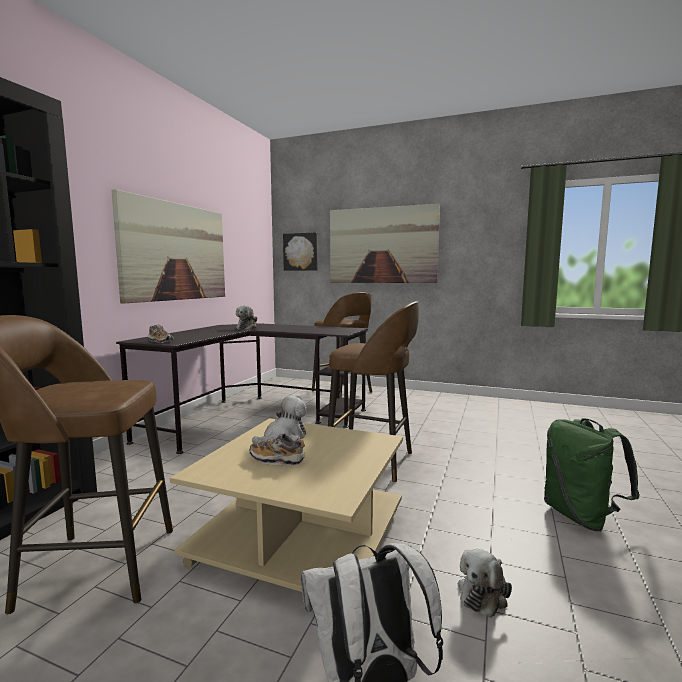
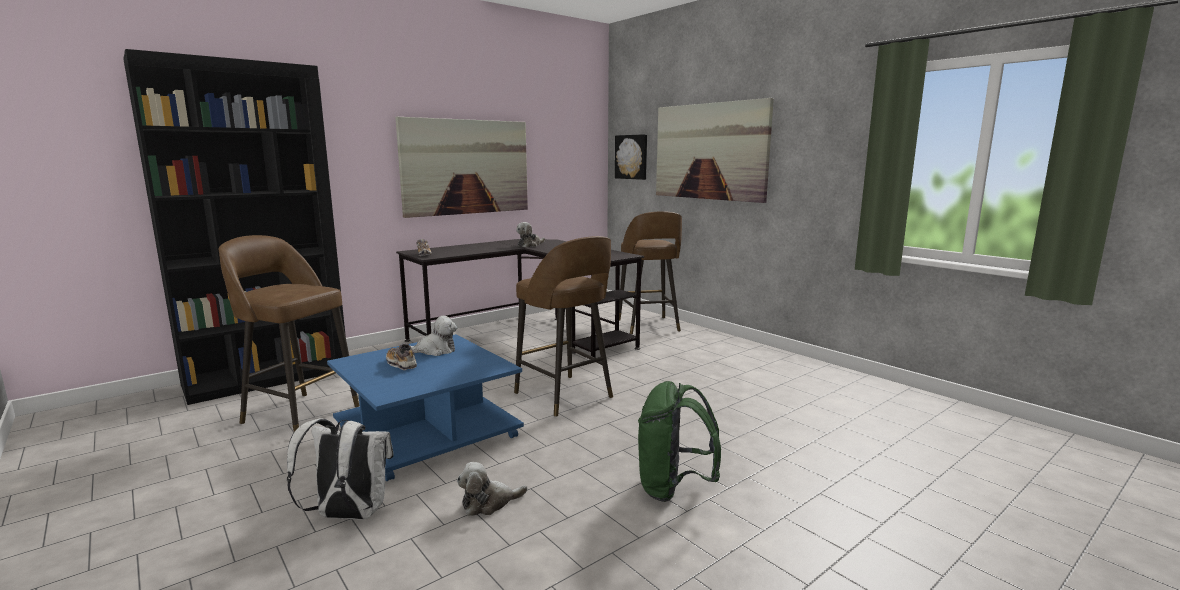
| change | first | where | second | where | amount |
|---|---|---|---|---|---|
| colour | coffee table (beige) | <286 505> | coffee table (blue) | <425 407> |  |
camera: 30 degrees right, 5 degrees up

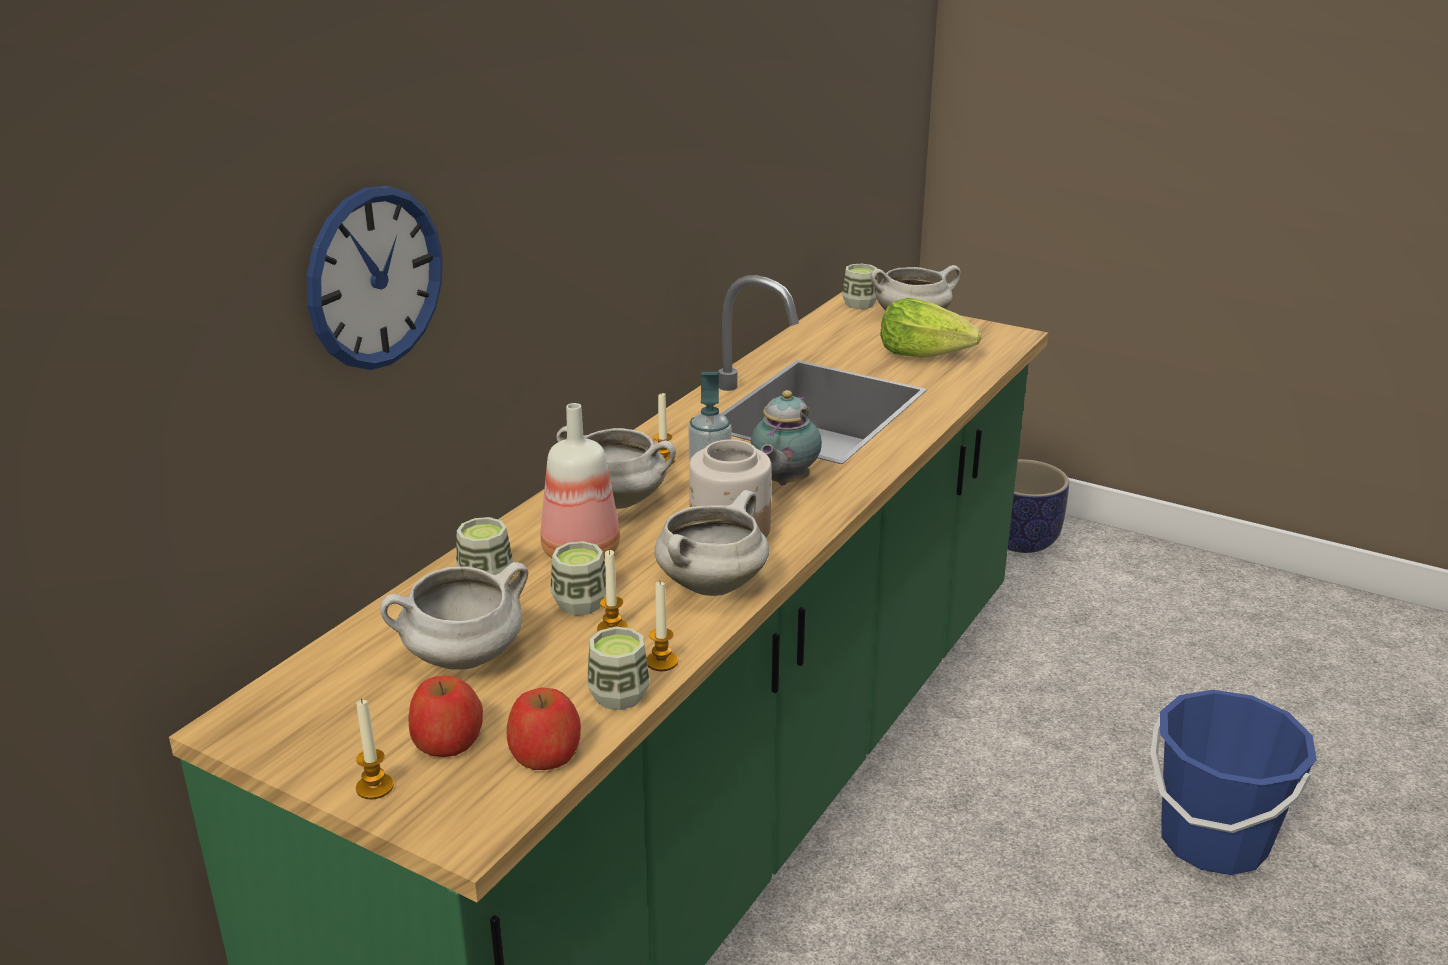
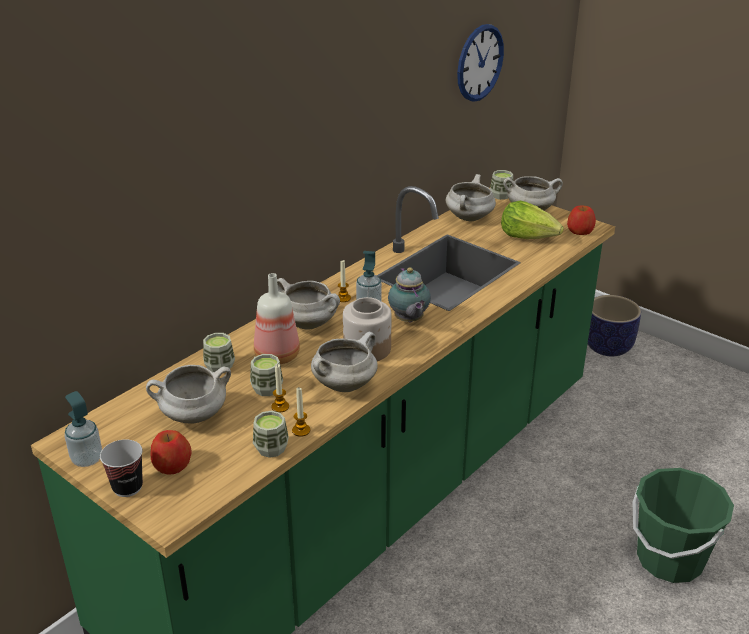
| change | first | where | second | where | amount |
|---|---|---|---|---|---|
| appeared |  |  | soap dispenser | <83 429> |  |
| appeared |  |  | cooking pot (white) | <471 197> |  |
| relocated | wall clock | <374 278> |  | <480 63> |  |
| relocated | apple | <544 728> |  | <581 220> |  |
| exchanged | candle | <375 749> | cup | <121 468> |  |
| colour | bucket (blue) | <1234 782> | bucket (green) | <683 525> |  |
| spun | teapot | <786 437> |  | <409 295> | 45 degrees counterclockwise |
camera: 10 degrees right, 5 degrees up

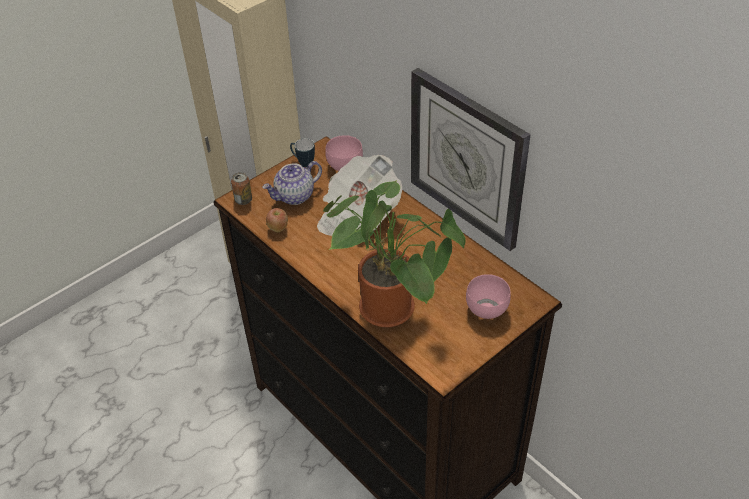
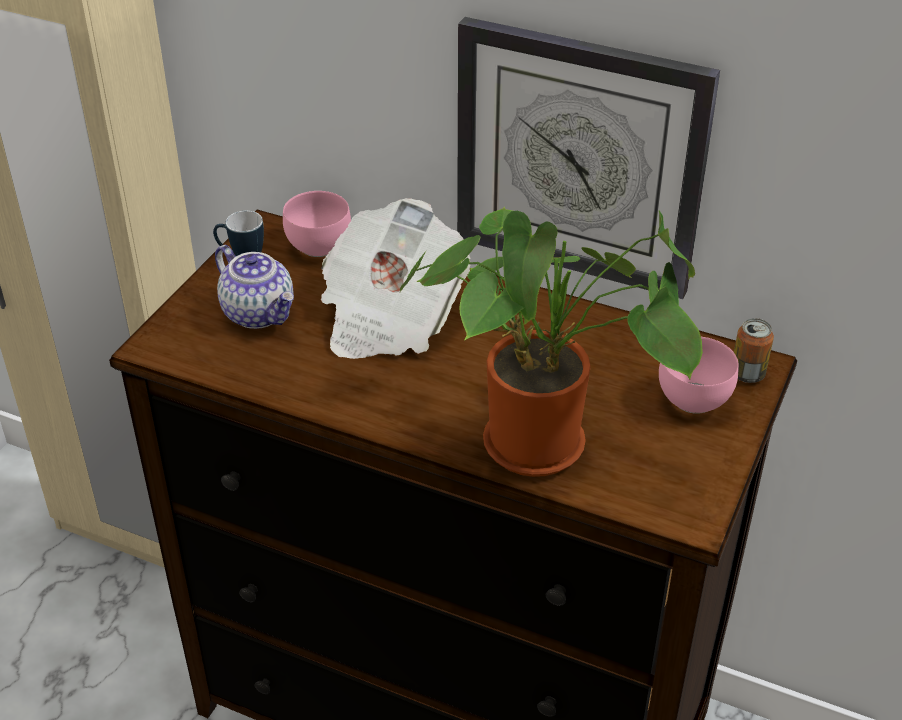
| change | first | where | second | where | amount |
|---|---|---|---|---|---|
| missing | apple | <277 220> |  |  |  |
| relocated | can | <241 188> |  | <754 350> |  |
| spun | teapot | <292 183> |  | <254 287> | 75 degrees counterclockwise |
camera: 25 degrees left, 5 degrees down

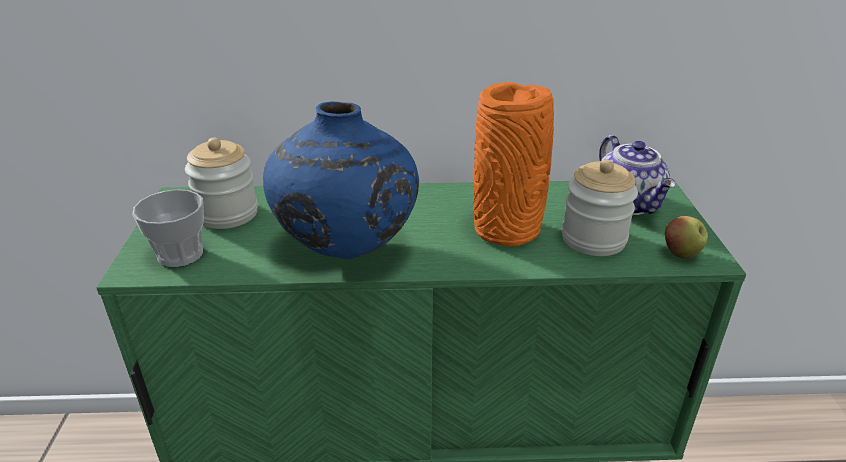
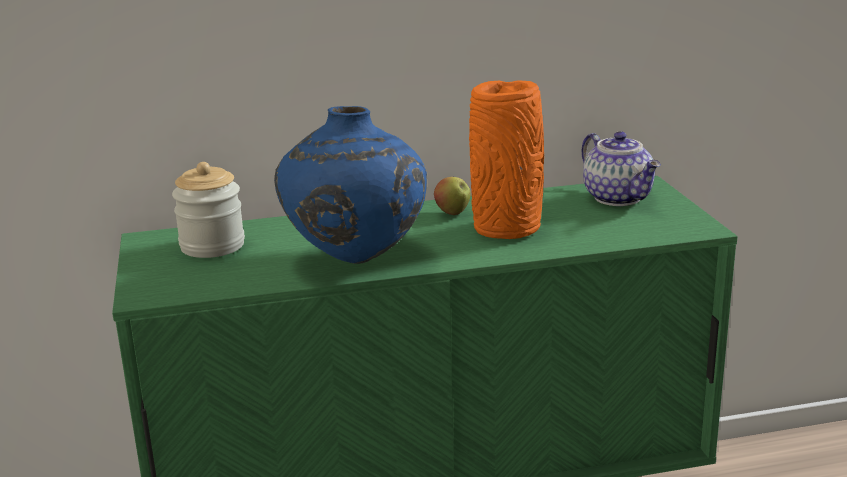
| change | first | where | second | where | amount |
|---|---|---|---|---|---|
| missing | cup | <168 228> |  |  |  |
| missing | jar | <600 207> |  |  |  |
| relocated | apple | <686 237> |  | <452 196> |  |
camera: 10 degrees left, 10 degrees down

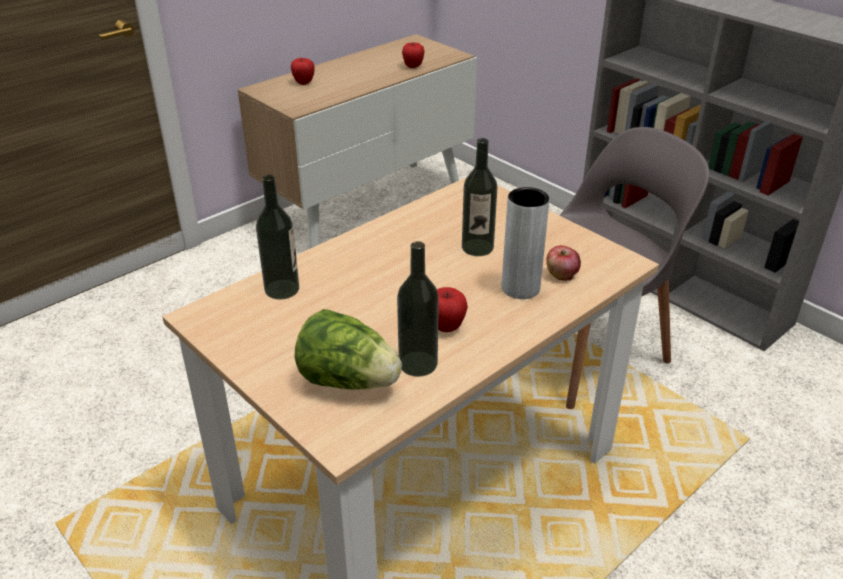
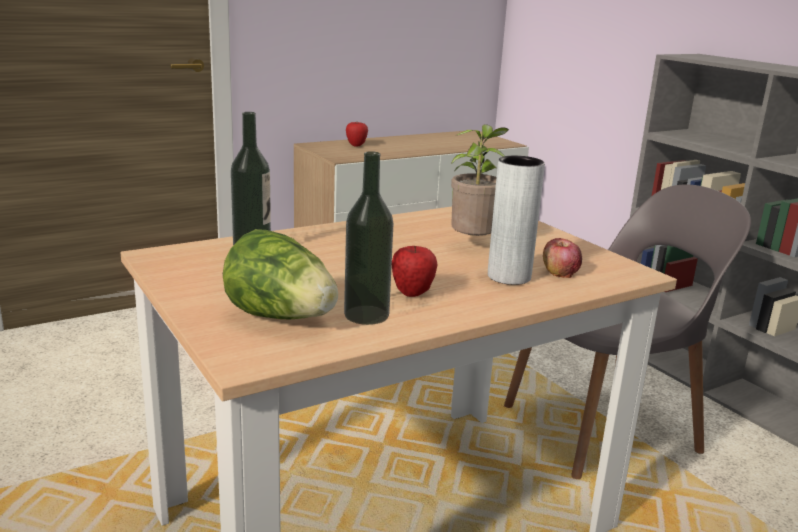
| change | first | where | second | where | amount |
|---|---|---|---|---|---|
| missing | apple | <413 55> |  |  |  |
| exchanged | bottle | <479 197> | potted plant | <480 180> |  |
camera: 10 degrees right, 15 degrees down

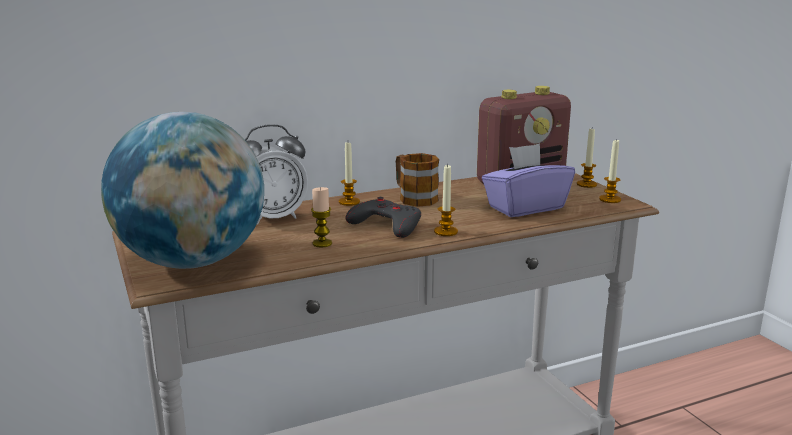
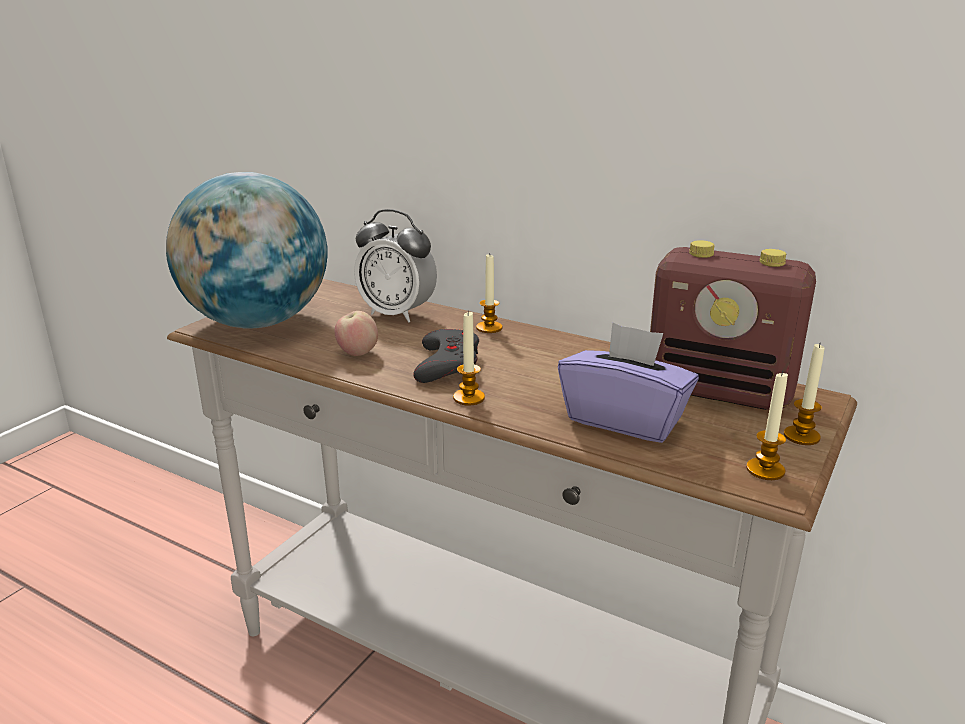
| change | first | where | second | where | amount |
|---|---|---|---|---|---|
| missing | mug | <417 180> |  |  |  |
| exchanged | candle | <321 217> | apple | <356 333> |  |
camera: 55 degrees right, 5 degrees up

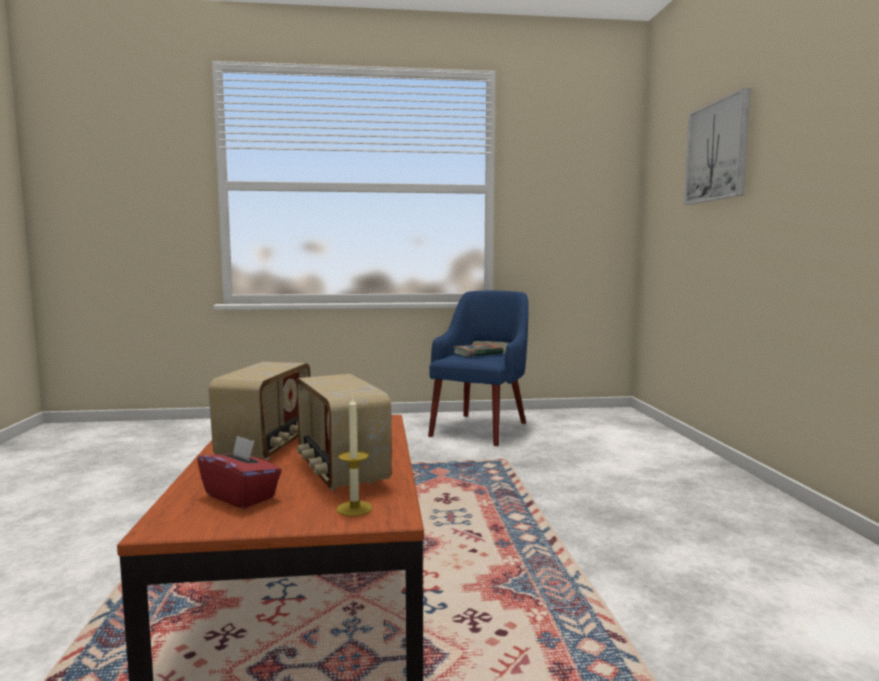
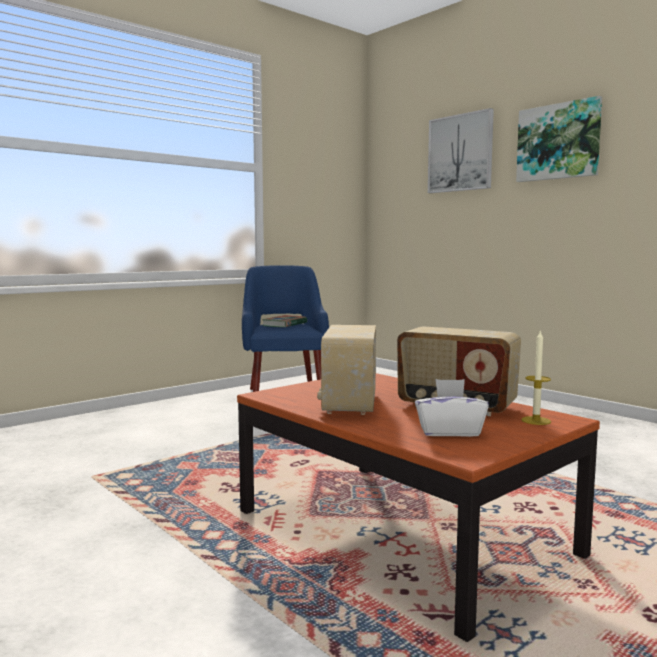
| change | first | where | second | where | amount |
|---|---|---|---|---|---|
| appeared |  |  | picture | <559 139> |  |
| colour | tissue box (red) | <239 472> | tissue box (white) | <452 408> |  |
| spun | radio | <259 411> |  | <346 370> | 150 degrees counterclockwise |
camera: 35 degrees left, 0 degrees up

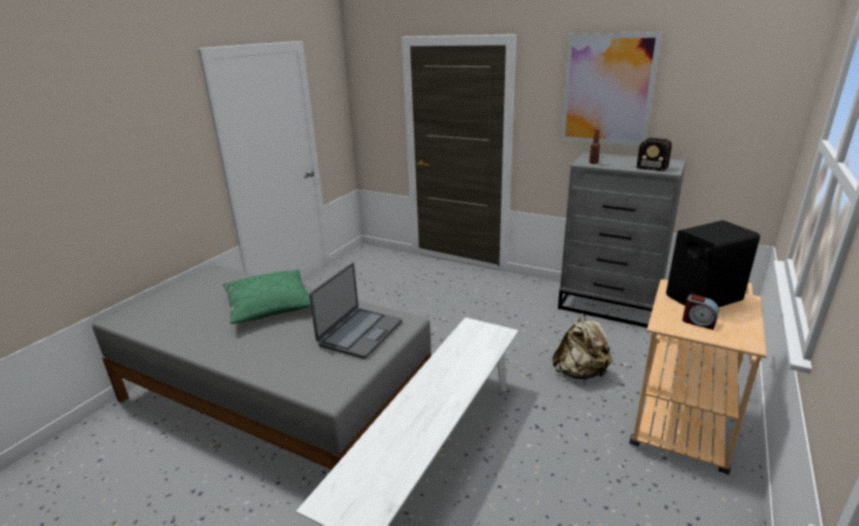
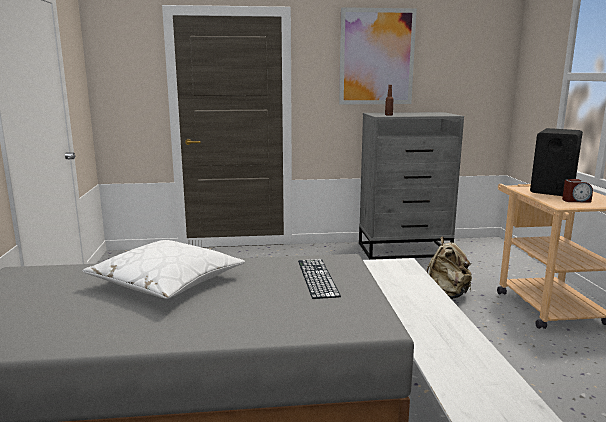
| change | first | where | second | where | amount |
|---|---|---|---|---|---|
| missing | radio | <646 154> |  |  |  |
| exchanged | laptop | <355 311> | keyboard | <319 279> |  |
| colour | pillow (green) | <267 297> | pillow (white) | <164 269> |  |
camera: 35 degrees left, 10 degrees down

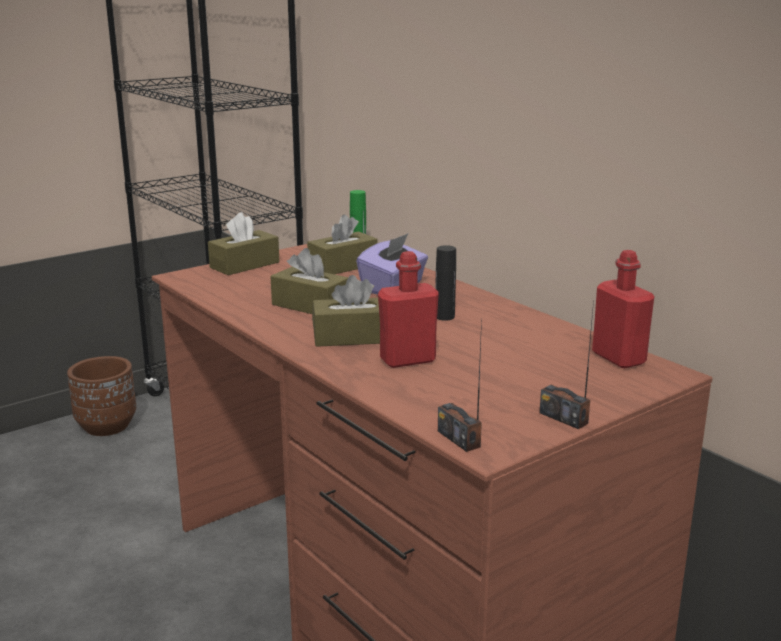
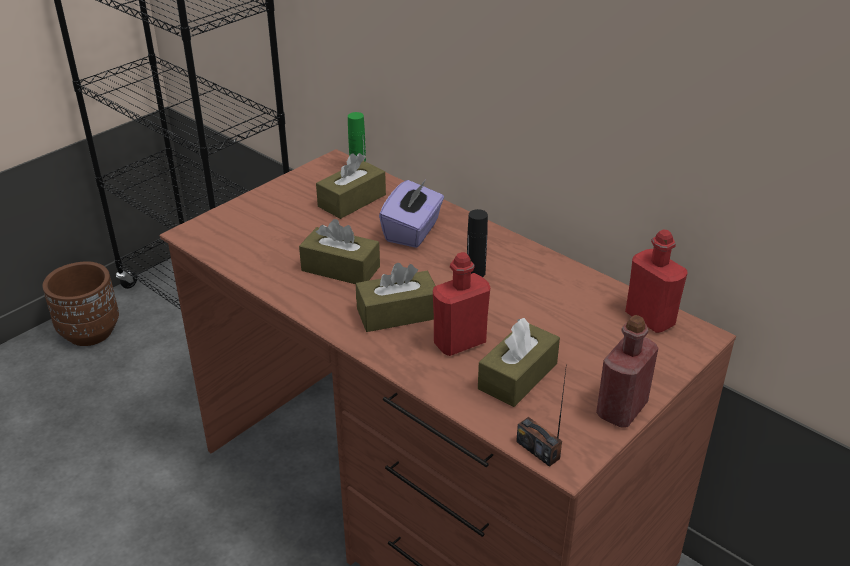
| change | first | where | second | where | amount |
|---|---|---|---|---|---|
| relocated | tissue box (brown) | <244 243> |  | <519 362> |  |
| exchanged | radio | <567 364> | bottle (red) | <627 371> |  |
camera: 10 degrees left, 15 degrees up

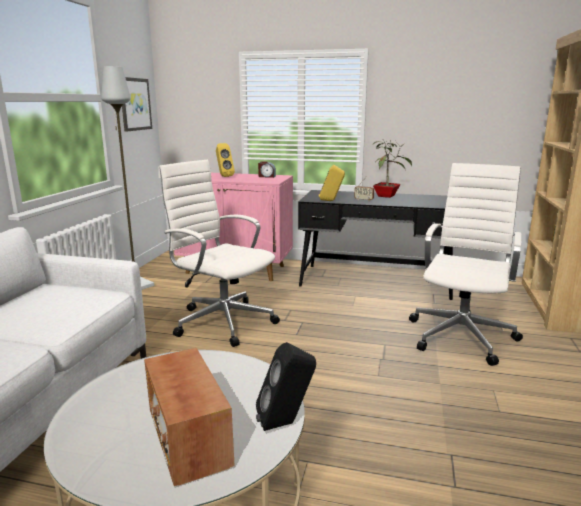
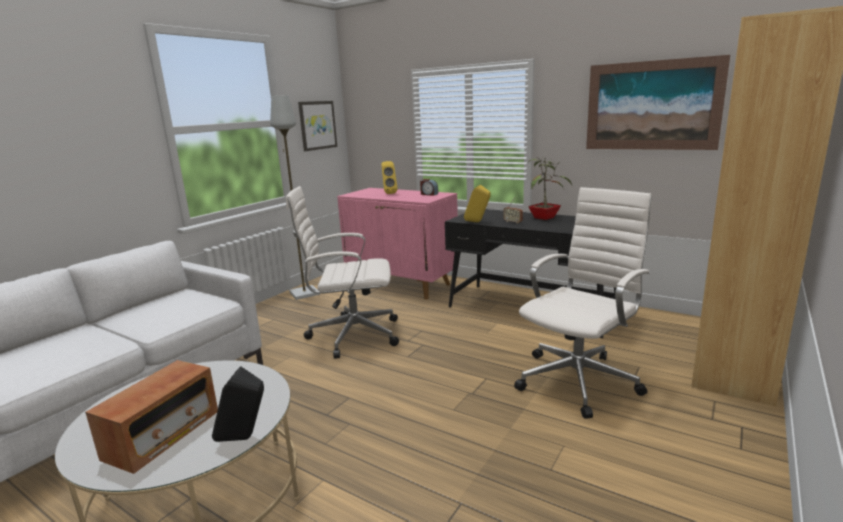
| change | first | where | second | where | amount |
|---|---|---|---|---|---|
| appeared |  |  | picture | <658 102> |  |
| spun | radio | <189 417> |  | <151 417> | 150 degrees counterclockwise |
| spun | office chair (white) | <219 253> |  | <342 272> | 60 degrees counterclockwise |
camera: 20 degrees right, 0 degrees up

